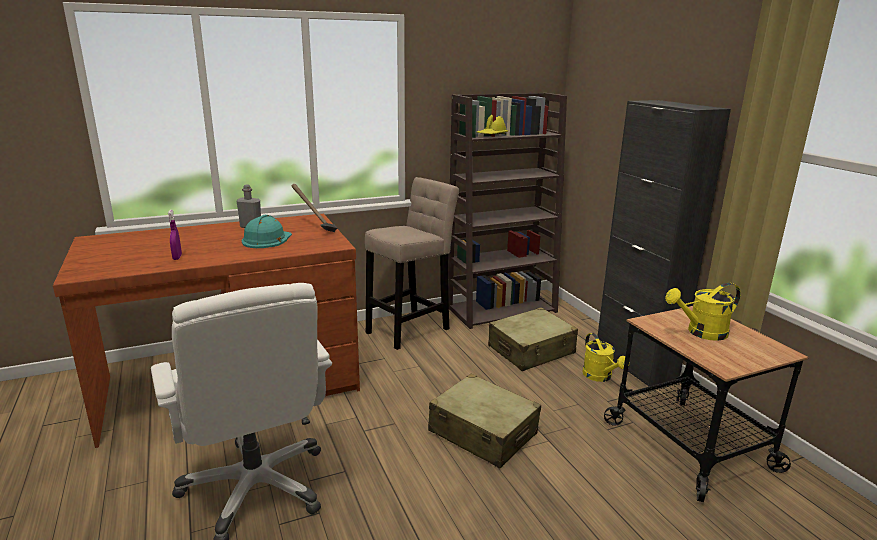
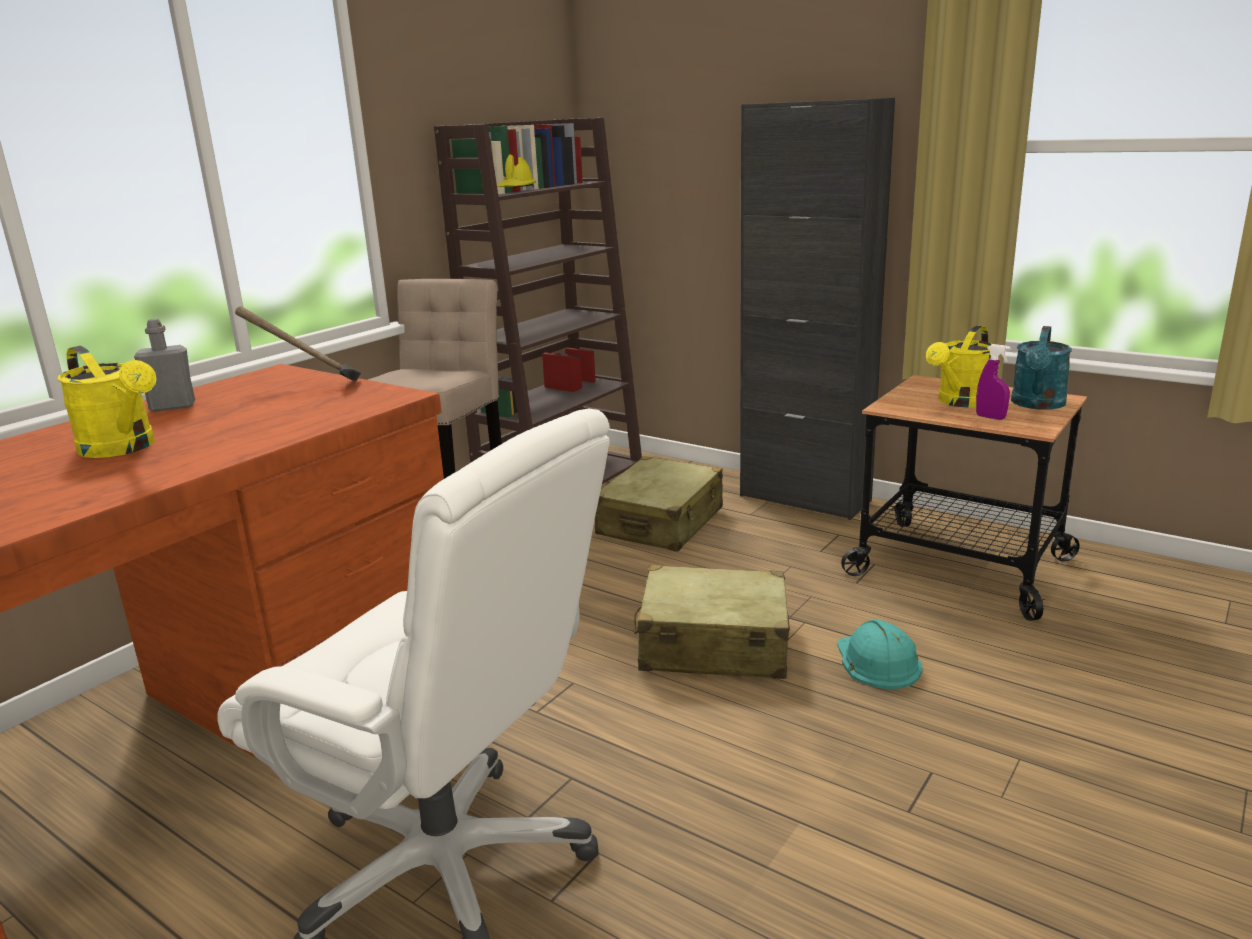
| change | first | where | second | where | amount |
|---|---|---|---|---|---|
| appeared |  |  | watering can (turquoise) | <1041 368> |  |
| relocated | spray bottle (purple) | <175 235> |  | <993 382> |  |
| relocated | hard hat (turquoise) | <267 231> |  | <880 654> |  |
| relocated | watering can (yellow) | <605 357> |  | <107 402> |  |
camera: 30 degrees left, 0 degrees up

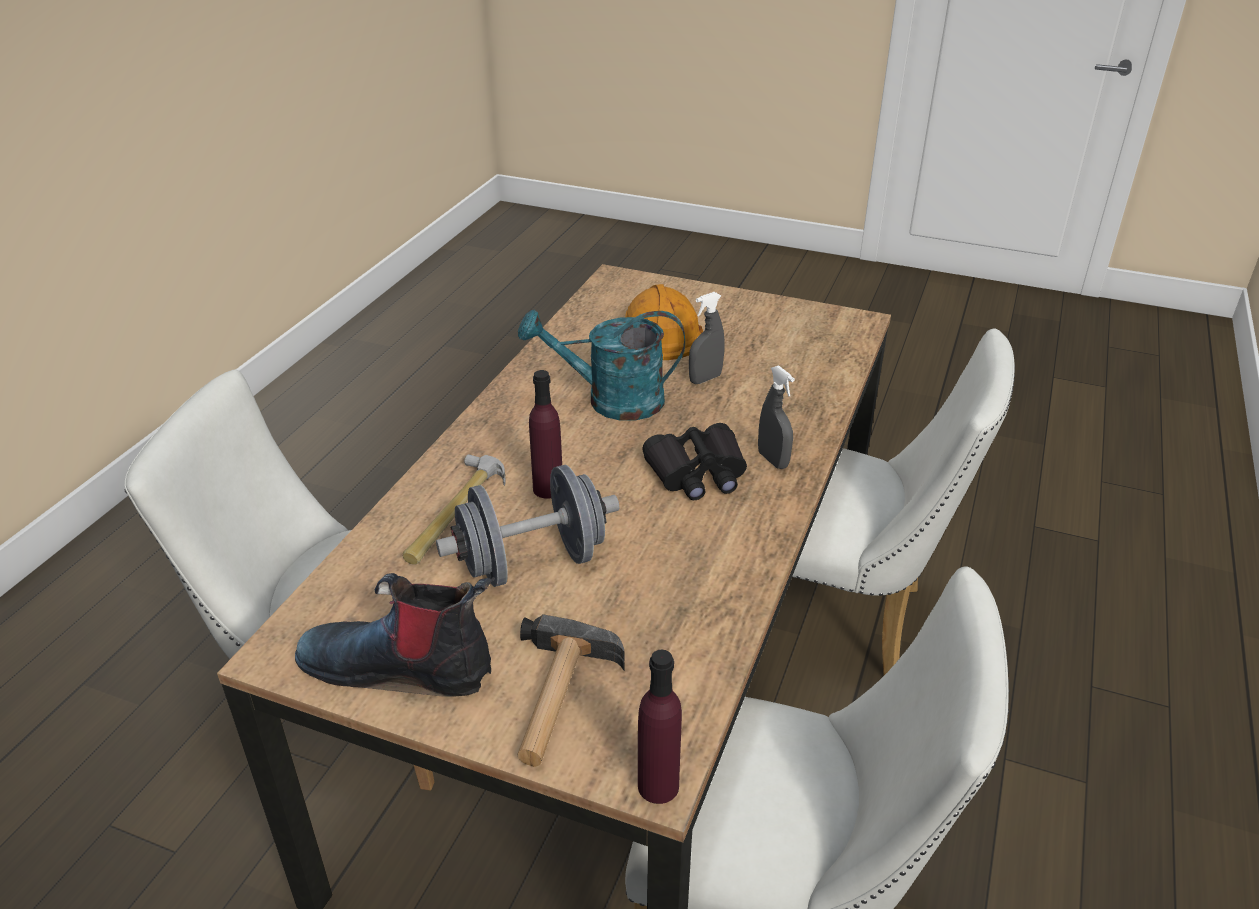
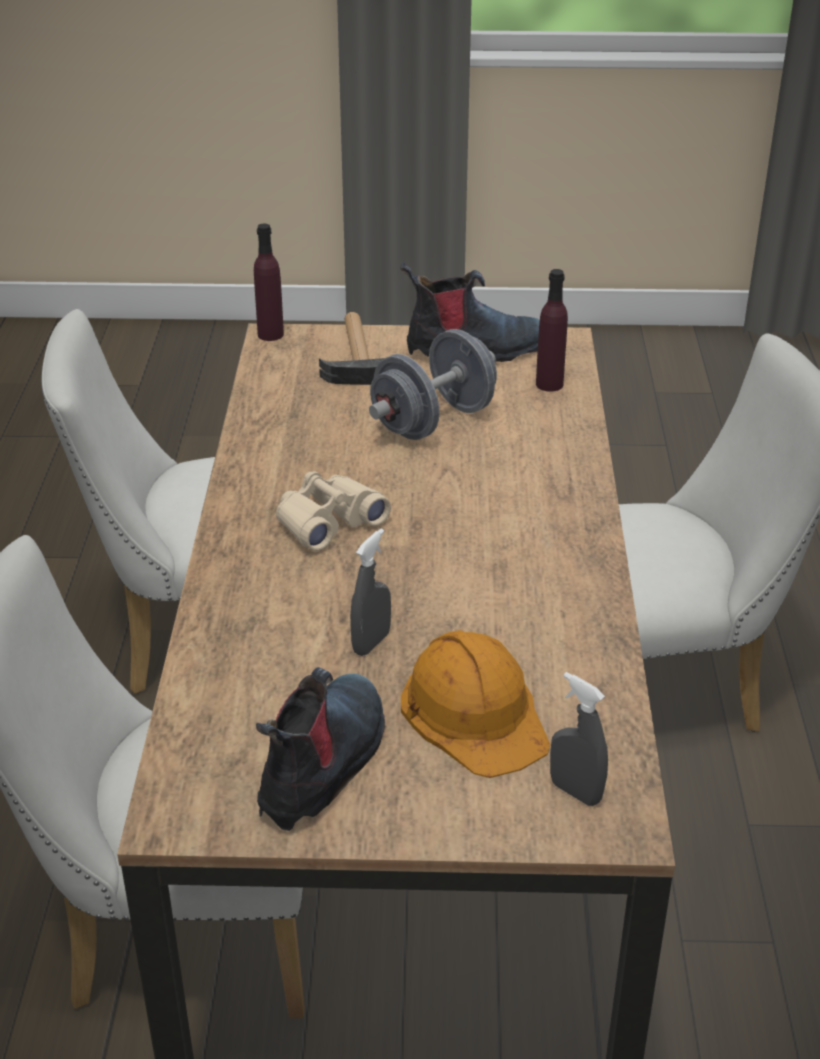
| change | first | where | second | where | amount |
|---|---|---|---|---|---|
| missing | hammer | <454 509> |  |  |  |
| missing | watering can (turquoise) | <601 365> |  |  |  |
| appeared |  |  | boot | <320 749> |  |
| relocated | bottle (purple) | <545 434> |  | <552 330> |  |
| relocated | spray bottle (grey) | <776 417> |  | <579 739> |  |
| colour | binoculars (black) | <694 461> | binoculars (beige) | <333 511> |  |
camera: 160 degrees right, 0 degrees up

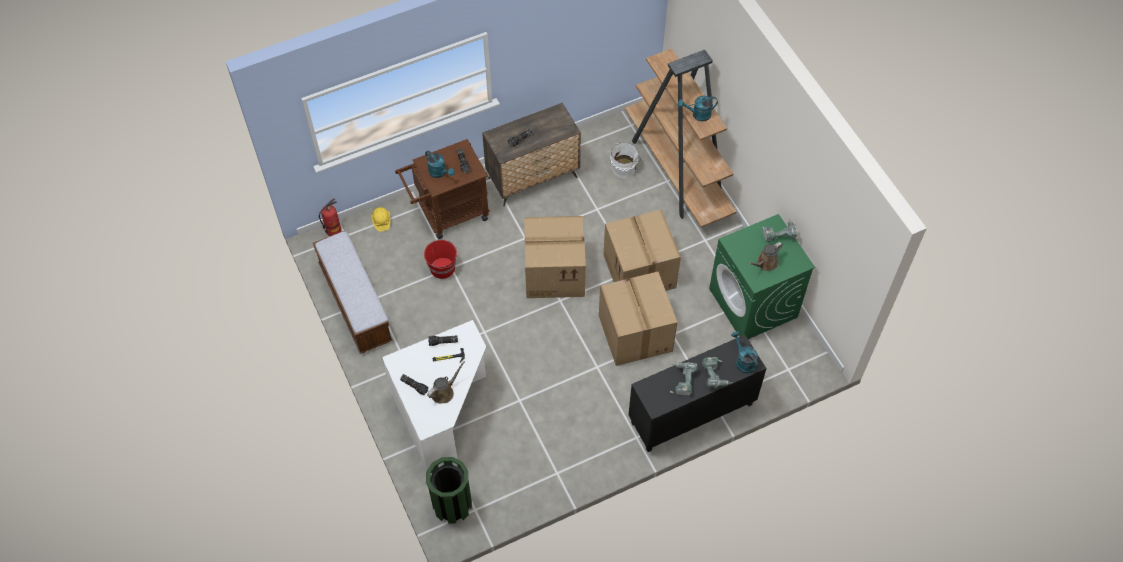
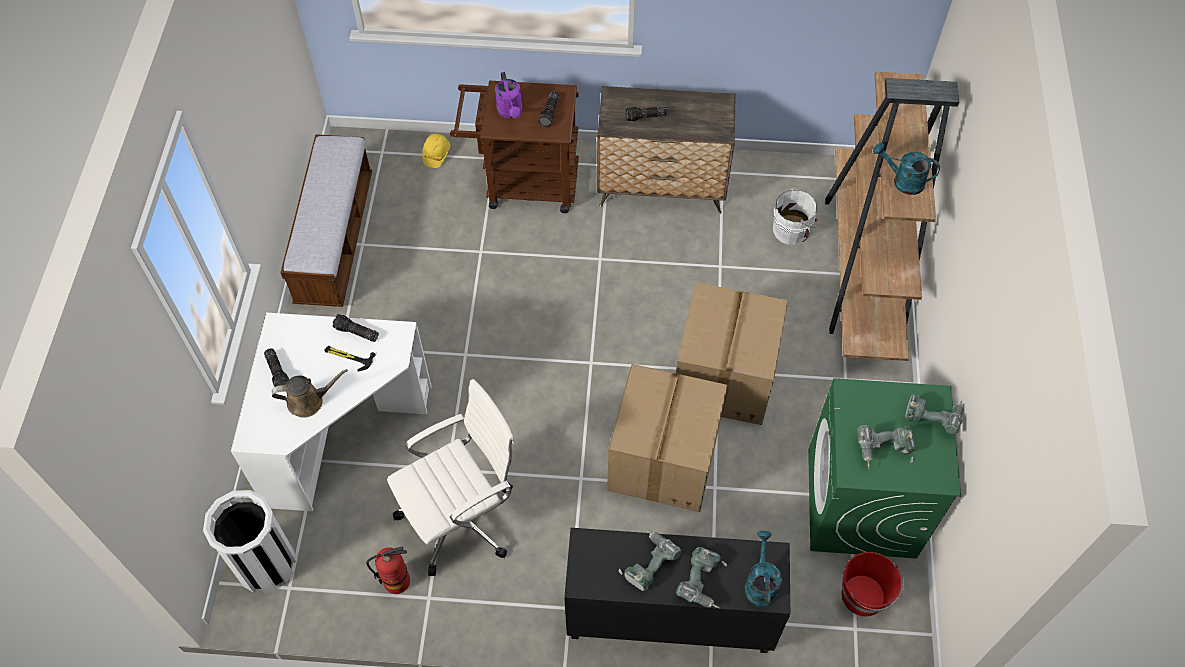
| change | first | where | second | where | amount |
|---|---|---|---|---|---|
| missing | cardboard box | <555 257> |  |  |  |
| appeared |  |  | office chair (white) | <451 477> |  |
| relocated | fire extinguisher | <330 217> |  | <388 570> |  |
| relocated | bucket (red) | <441 259> |  | <872 584> |  |
| exchanged | watering can (brown) | <765 256> | power drill | <886 447> |  |
| colour | watering can (turquoise) | <440 164> | watering can (purple) | <508 95> |  |
| colour | trash can (green) | <449 490> | trash can (white) | <249 541> |  |
camera: 30 degrees right, 0 degrees up

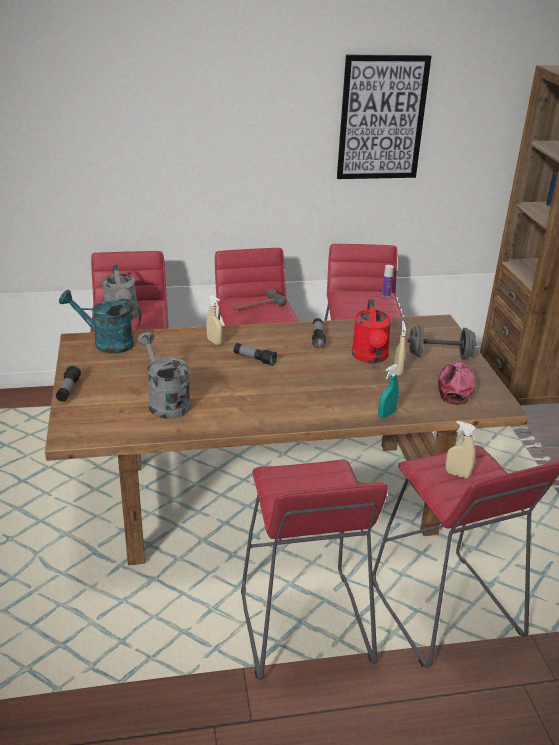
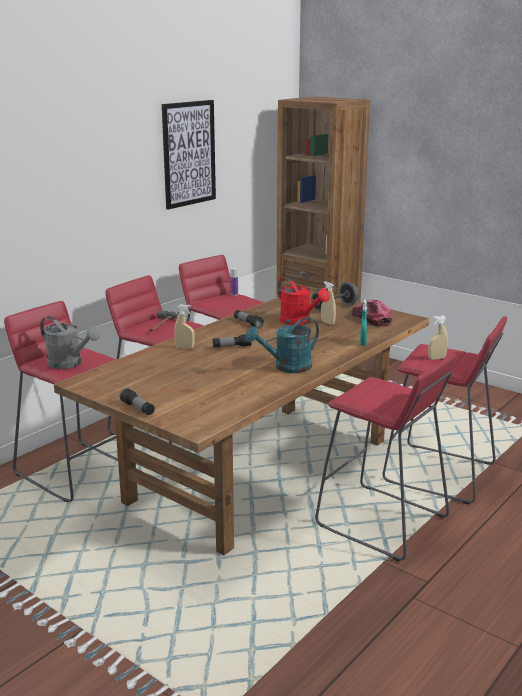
| change | first | where | second | where | amount |
|---|---|---|---|---|---|
| missing | watering can (grey) | <164 375> |  |  |  |
| relocated | watering can (turquoise) | <100 322> |  | <282 345> |  |
camera: 40 degrees left, 10 degrees down

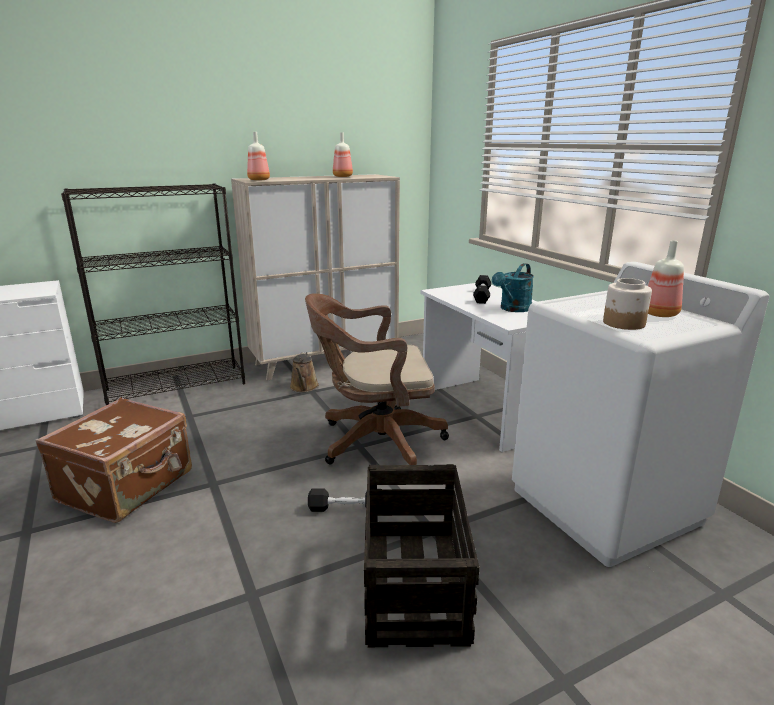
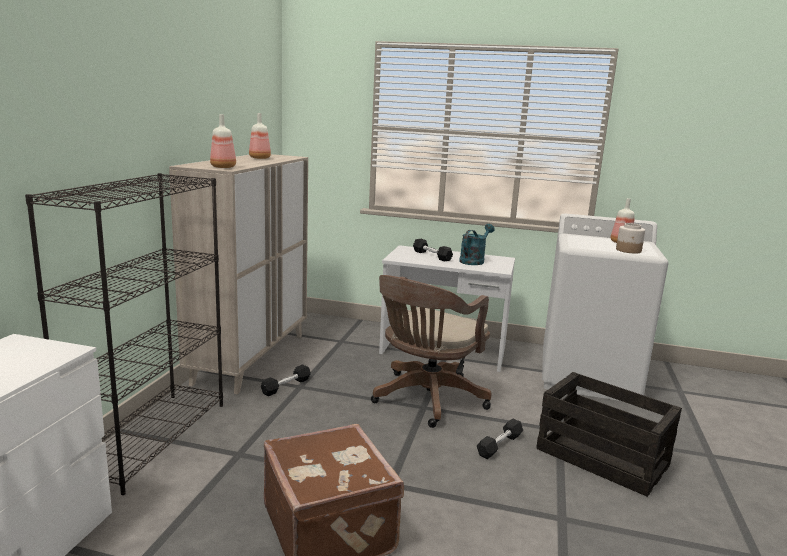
| change | first | where | second | where | amount |
|---|---|---|---|---|---|
| exchanged | watering can (brown) | <304 372> | dumbbell (black) | <286 380> |  |
| spun | watering can (turquoise) | <513 287> |  | <477 244> | 135 degrees counterclockwise |
camera: 50 degrees left, 5 degrees down

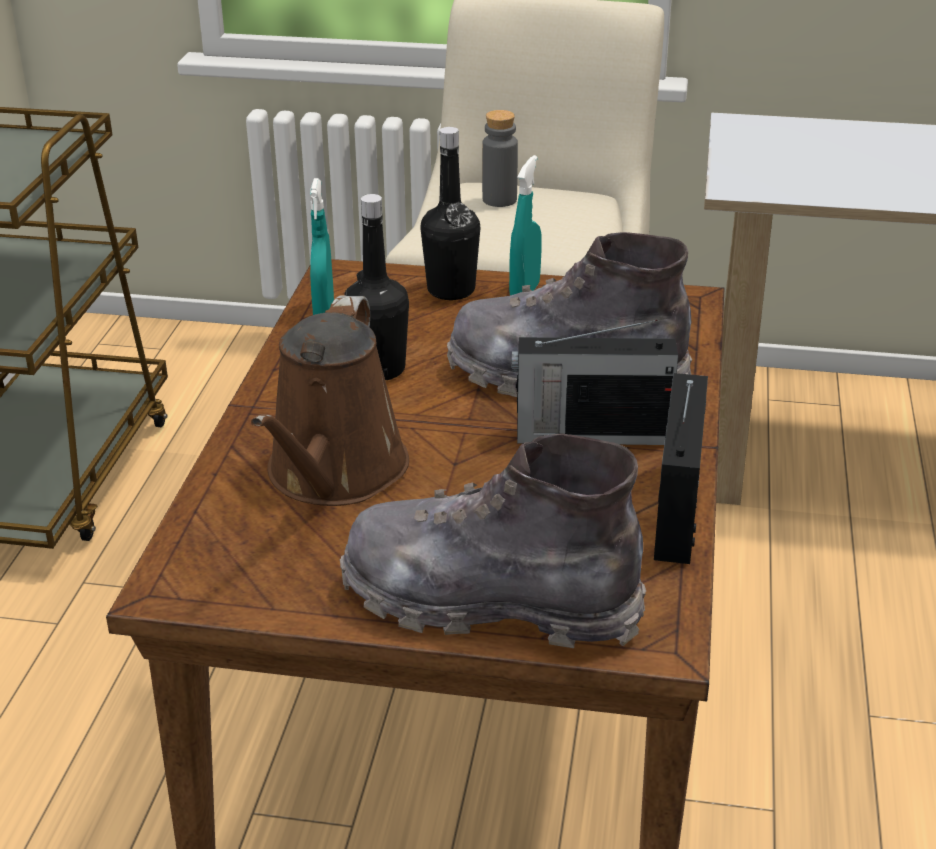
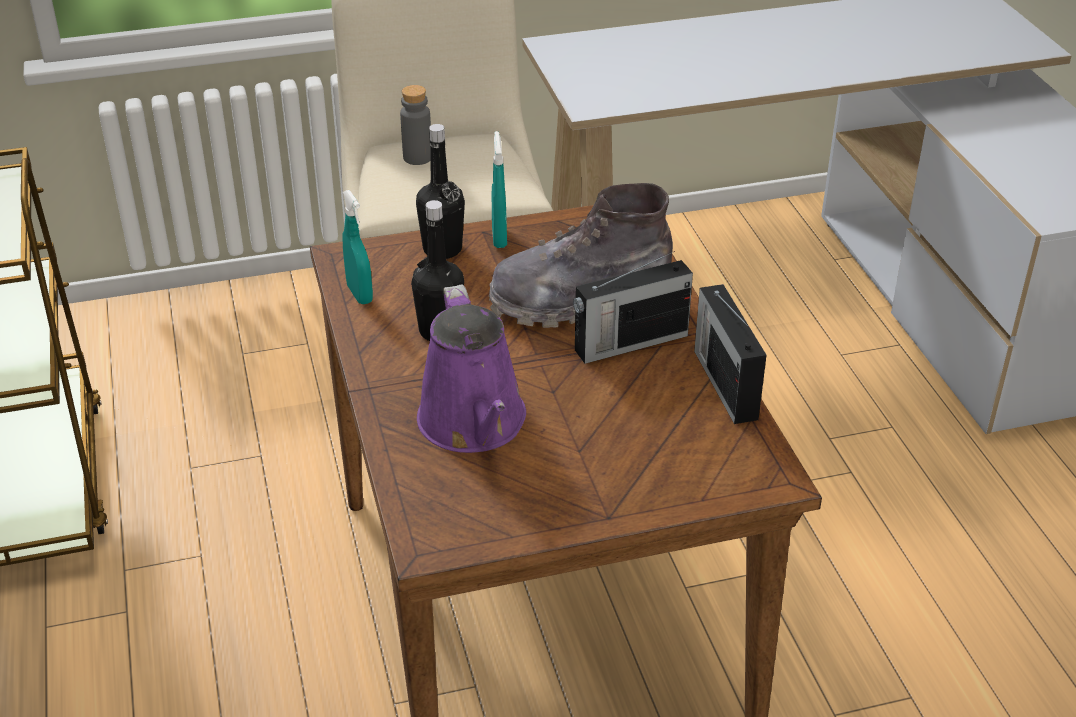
| change | first | where | second | where | amount |
|---|---|---|---|---|---|
| missing | boot (grey) | <493 541> |  |  |  |
| colour | watering can (brown) | <330 400> | watering can (purple) | <471 368> |  |
camera: 25 degrees left, 5 degrees up

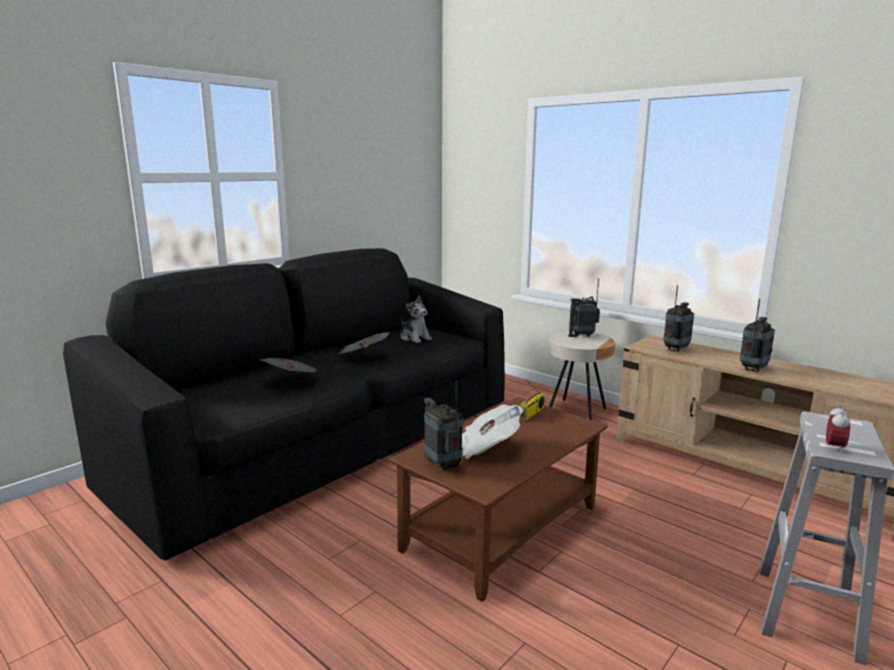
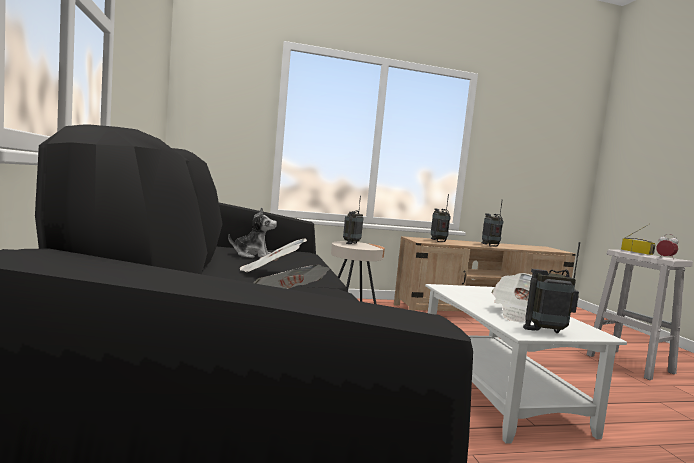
| change | first | where | second | where | amount |
|---|---|---|---|---|---|
| relocated | radio | <532 399> |  | <638 240> |  |
| colour | coffee table (brown) | <498 499> | coffee table (white) | <526 364> |  |
camera: 55 degrees left, 10 degrees down

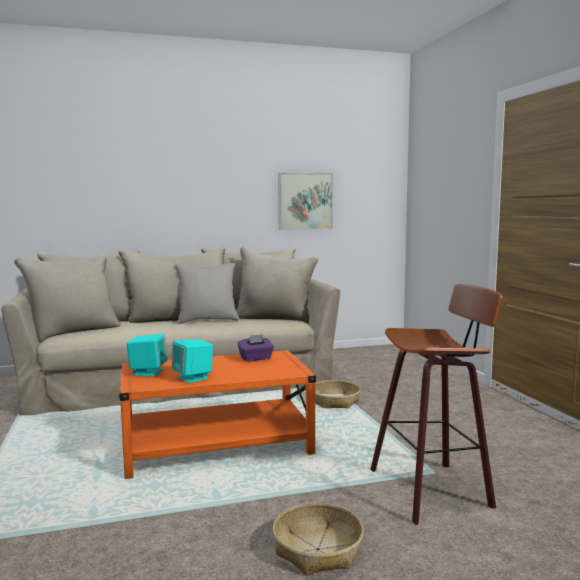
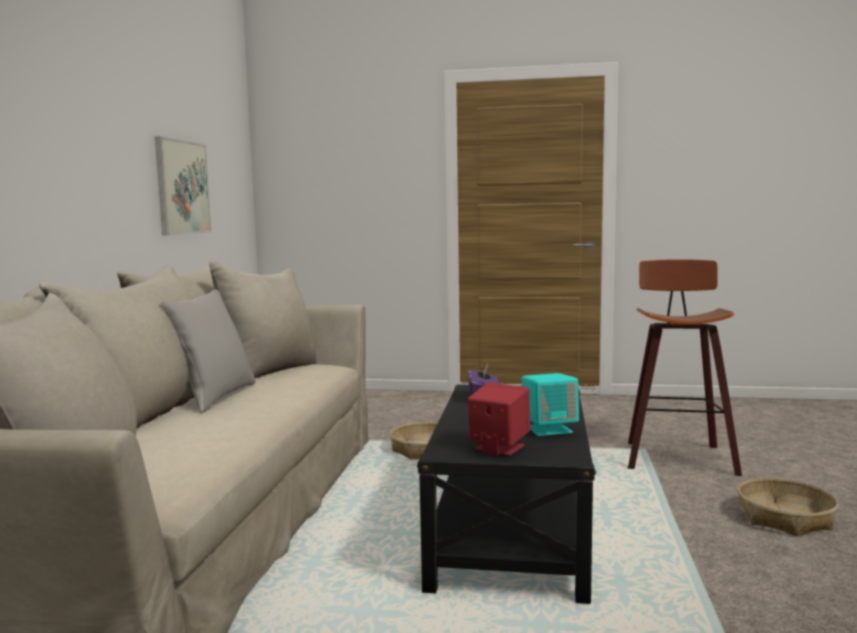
| change | first | where | second | where | amount |
|---|---|---|---|---|---|
| colour | coffee table (orange) | <217 414> | coffee table (black) | <506 494> |  |
| colour | speaker (turquoise) | <147 355> | speaker (red) | <499 419> |  |
camera: 65 degrees left, 0 degrees up

